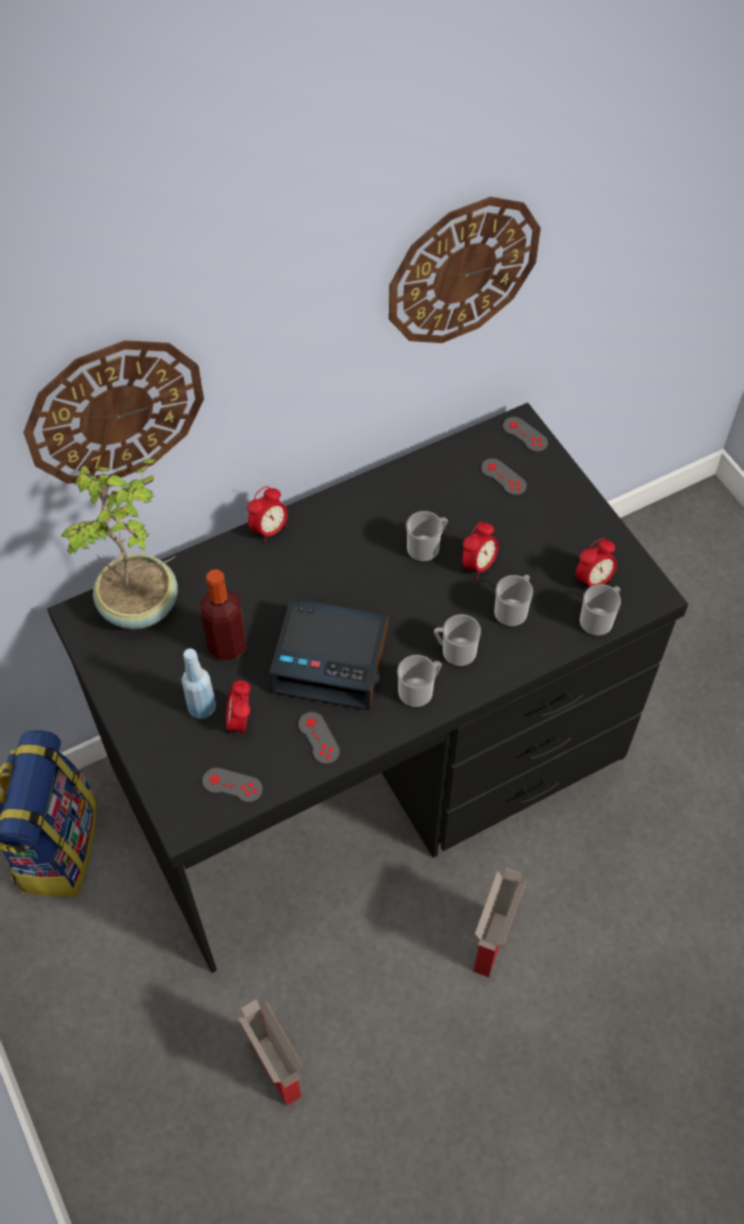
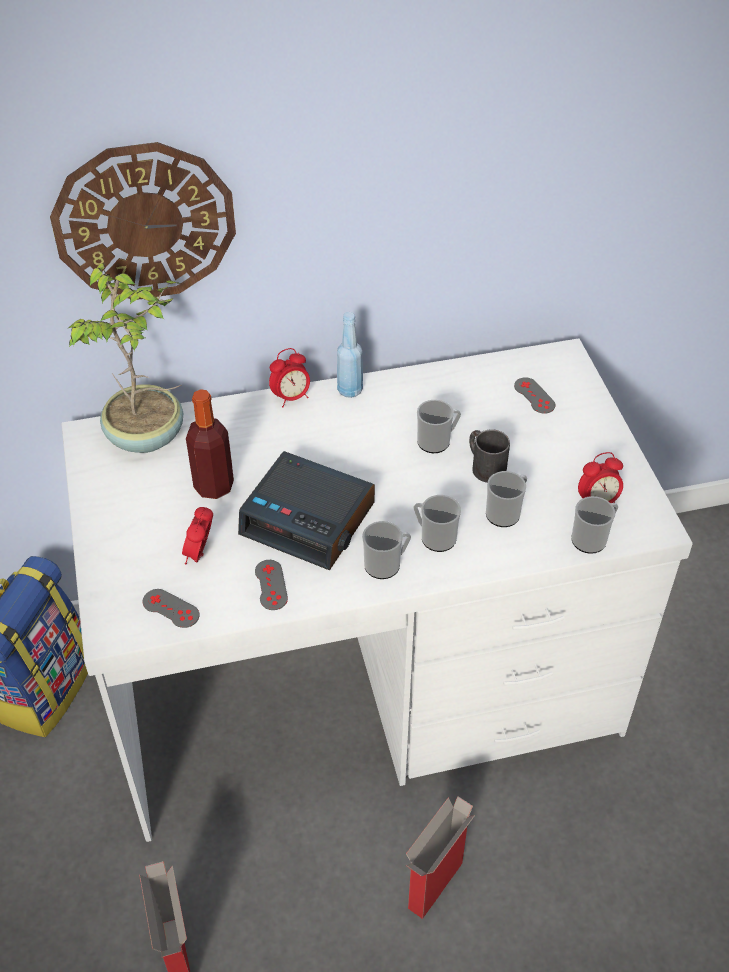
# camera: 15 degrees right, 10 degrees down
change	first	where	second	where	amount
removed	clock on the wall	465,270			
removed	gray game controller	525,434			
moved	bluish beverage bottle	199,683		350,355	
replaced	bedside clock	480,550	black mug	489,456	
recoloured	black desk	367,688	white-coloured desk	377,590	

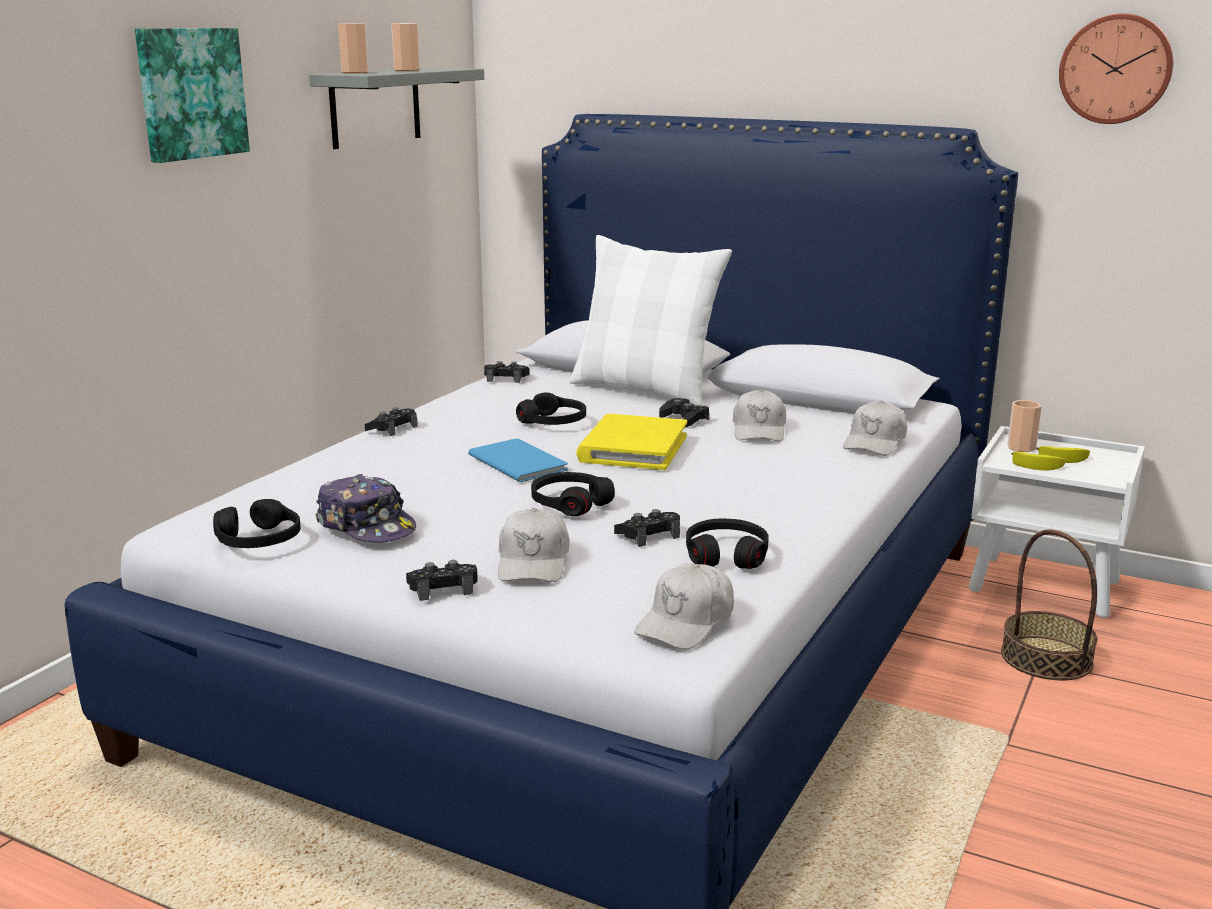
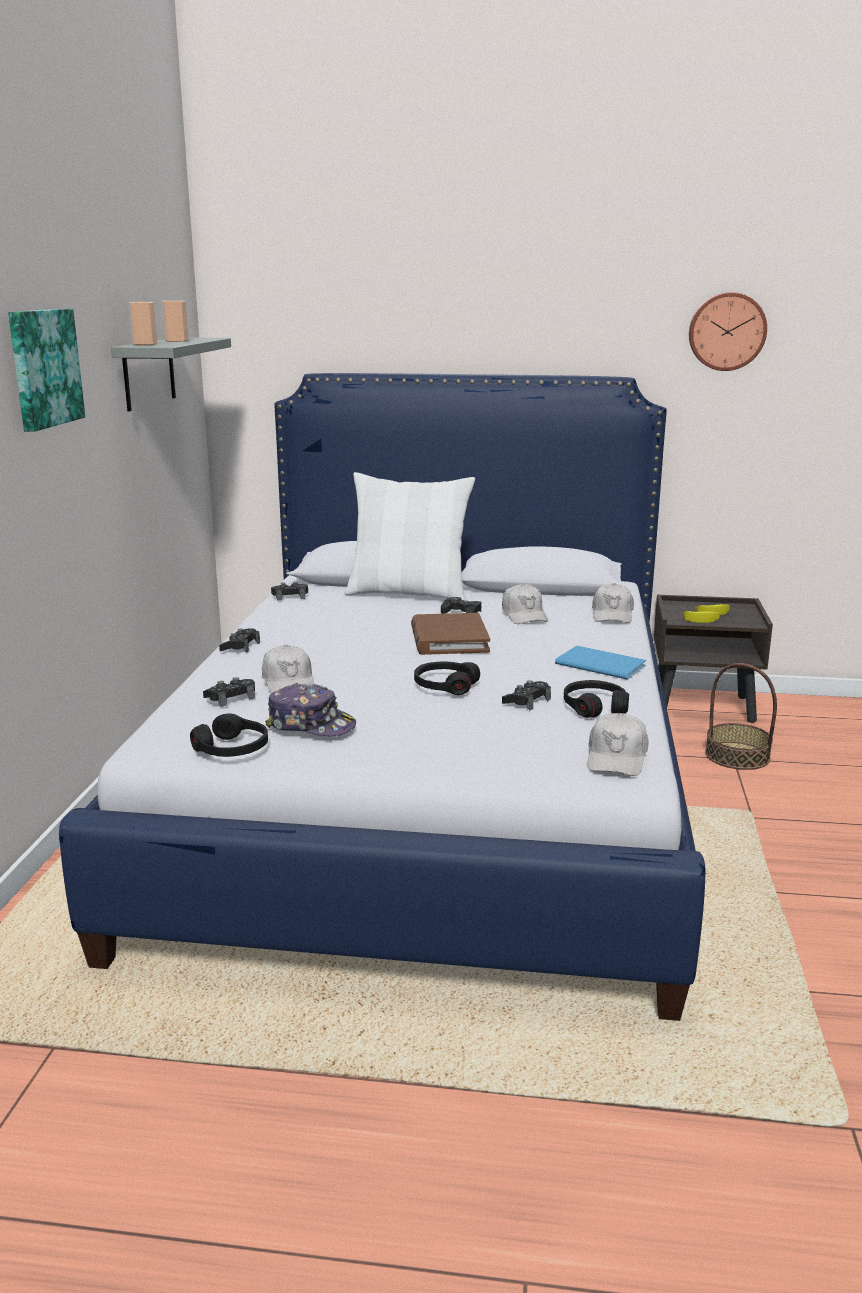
# camera: 20 degrees left, 0 degrees up
change	first	where	second	where	amount
removed	black headset	551,408			
removed	drinking cup	1024,426			
moved	black game controller	442,580		229,692	
moved	bluish bound book	518,460		600,663	
moved	white-coloured baseball cap	533,545		288,669	
recoloured	yellowish bound book	631,442	brown bound book	450,634	
recoloured	white-coloured nightstand	1057,522	brown nightstand	713,659	

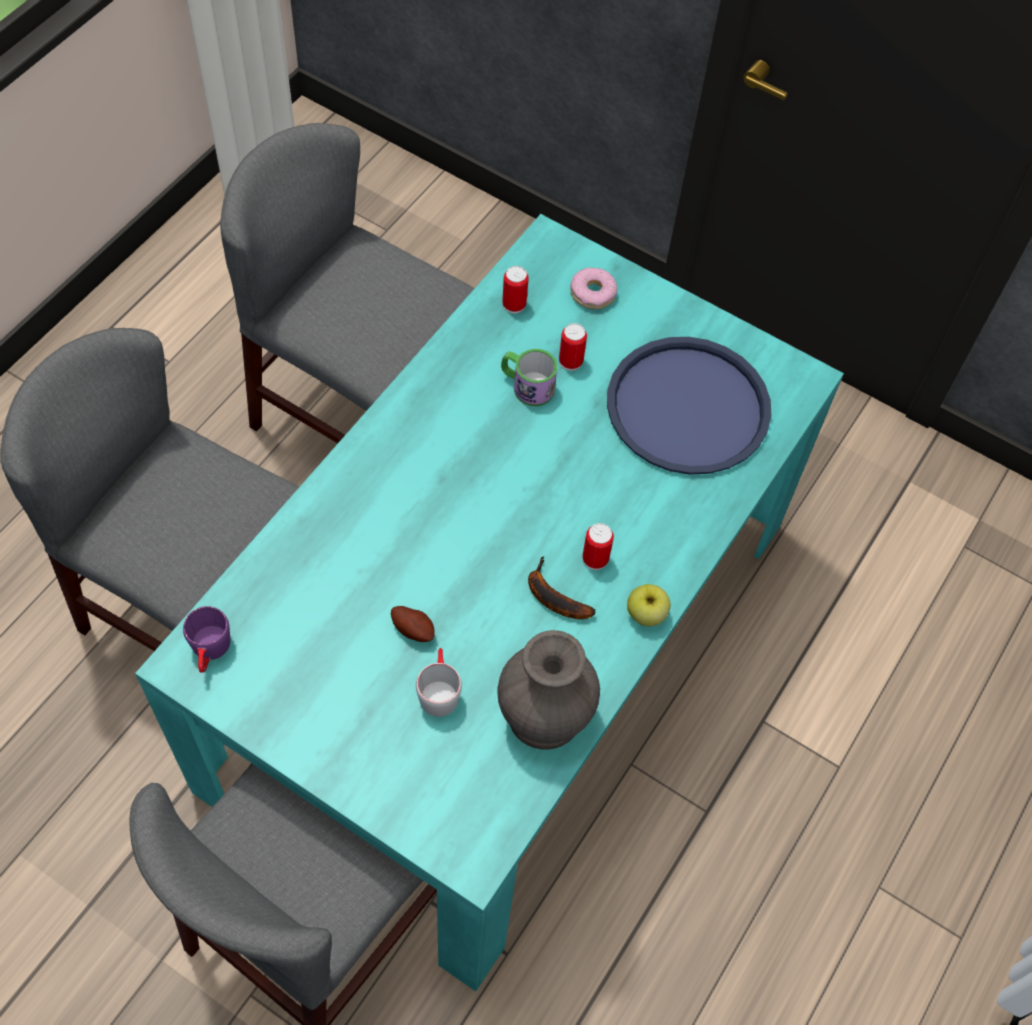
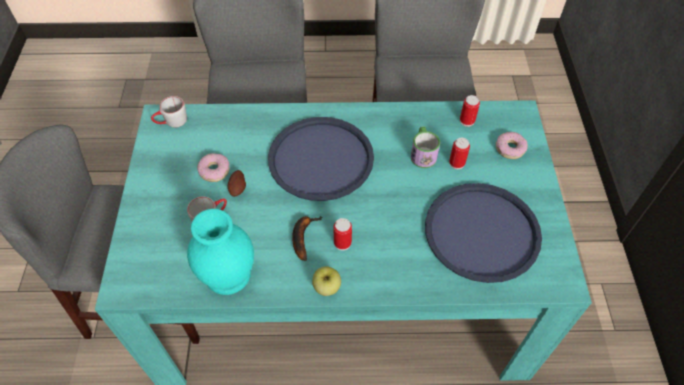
# camera: 60 degrees right, 5 degrees down
change	first	where	second	where	amount
added			donut	213,167	
added			bluish serving tray	321,159	
recoloured	purplish mug	206,639	gray mug	169,112	
recoloured	gray flower vase	548,689	blue-green flower vase	220,252	

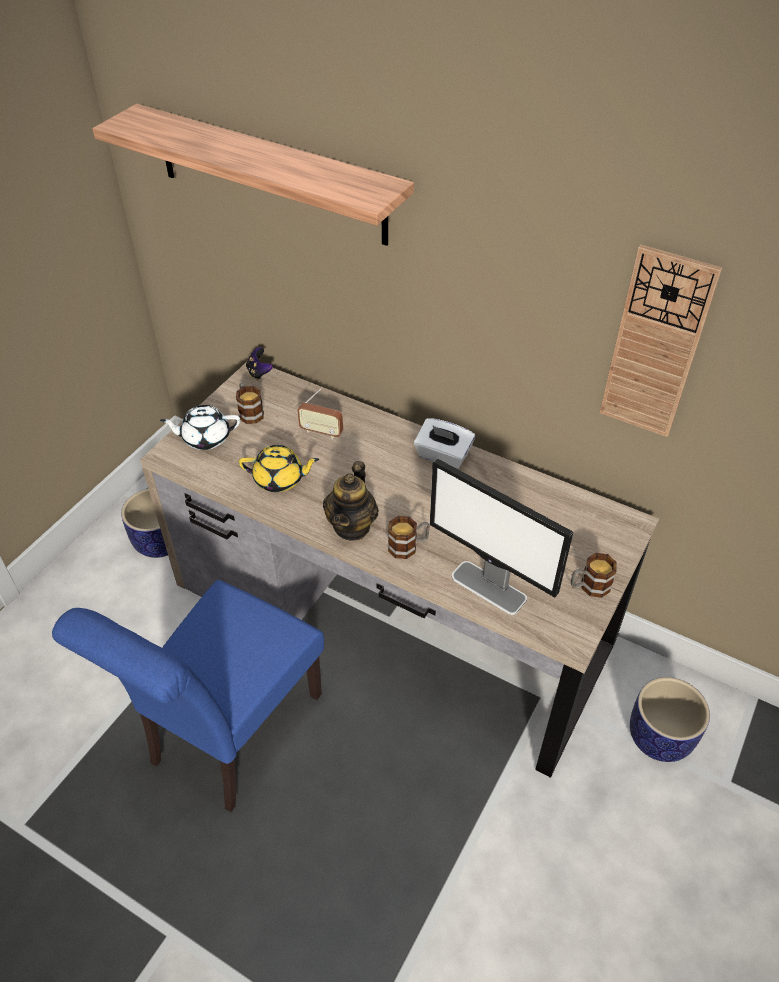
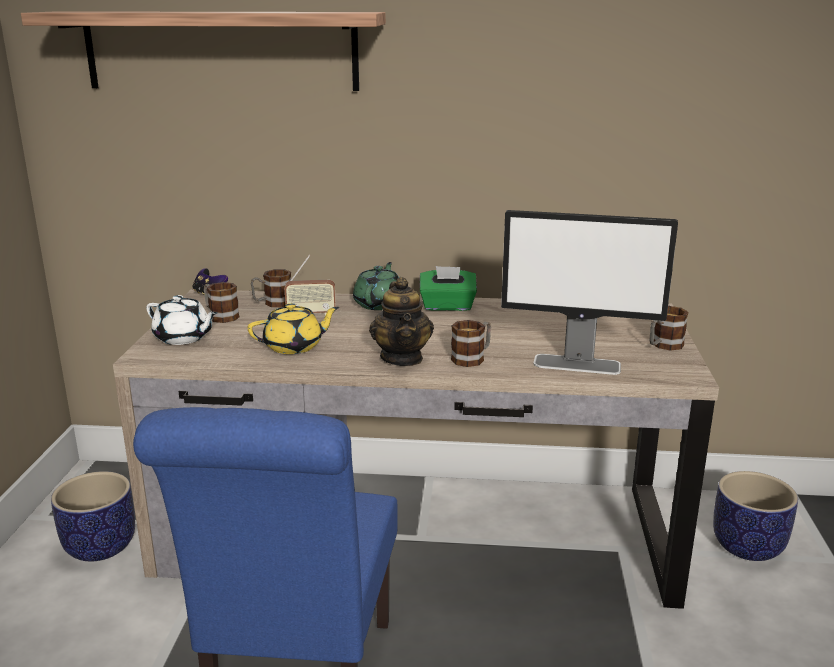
# camera: 25 degrees left, 25 degrees down
change	first	where	second	where	amount
removed	clock on the wall	660,341			
added			mug	271,288	
added			green pot for tea	376,286	
recoloured	white-coloured tissue box	444,443	green tissue box	448,288	
turned	white-coloured pot for tea	200,427		182,320	120 degrees counterclockwise

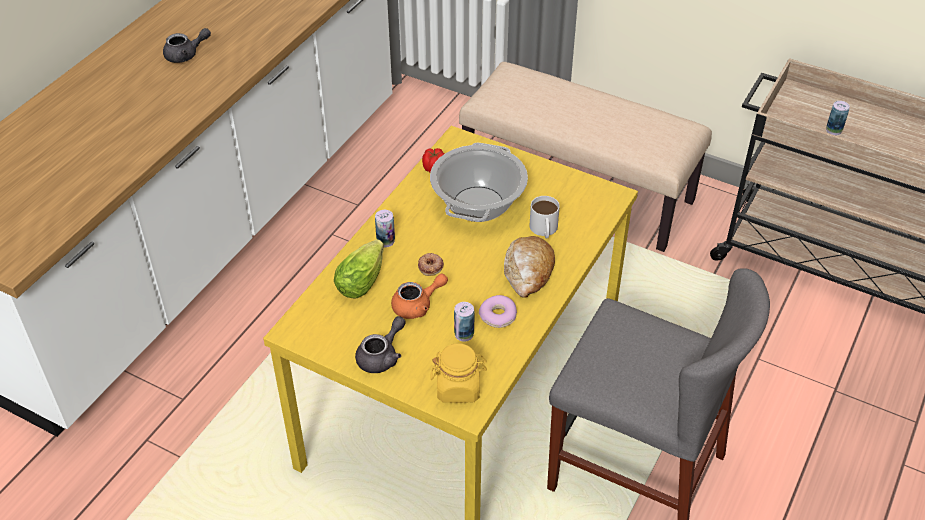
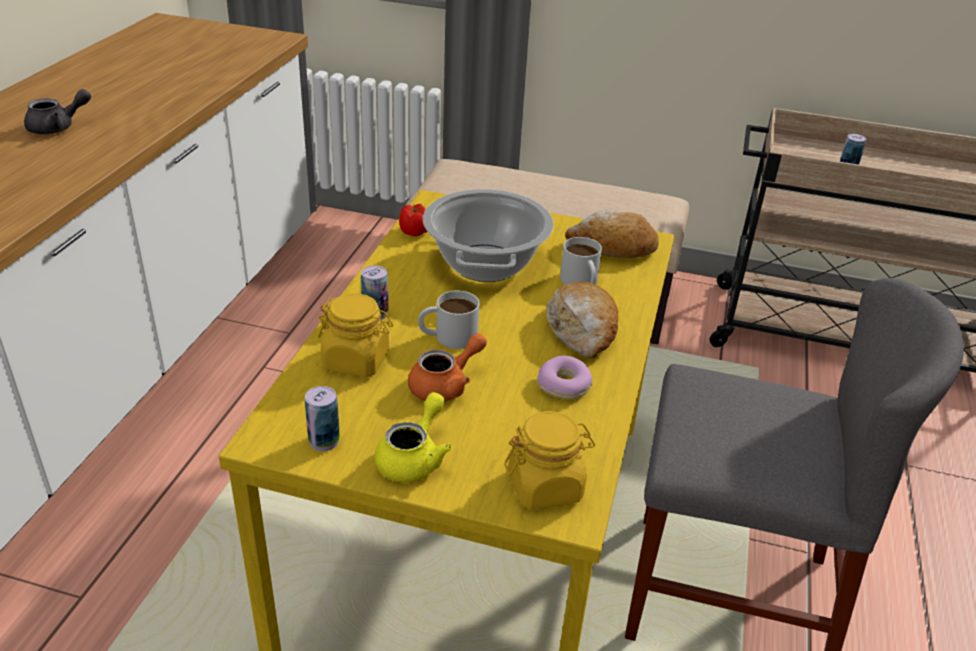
# camera: 15 degrees left, 10 degrees down
change	first	where	second	where	amount
added			bakery bread	612,234	
moved	can	464,322		322,418	
replaced	head of lettuce	359,269	yellowish storage jar	355,335	
replaced	donut	431,264	white-coloured mug	449,319	
recoloured	gray pot for tea	380,344	yellowish pot for tea	413,437	

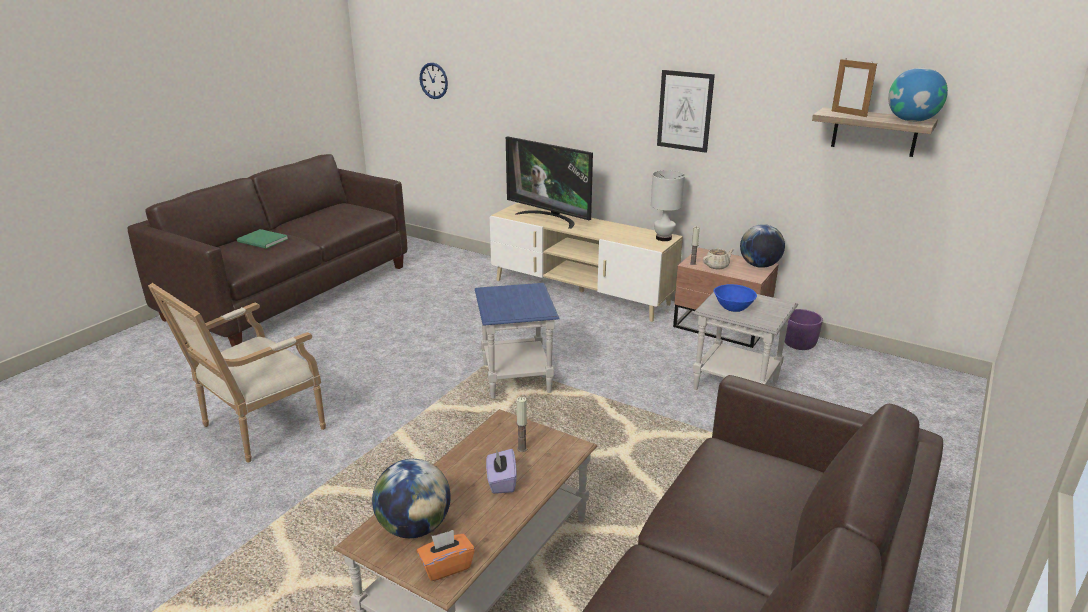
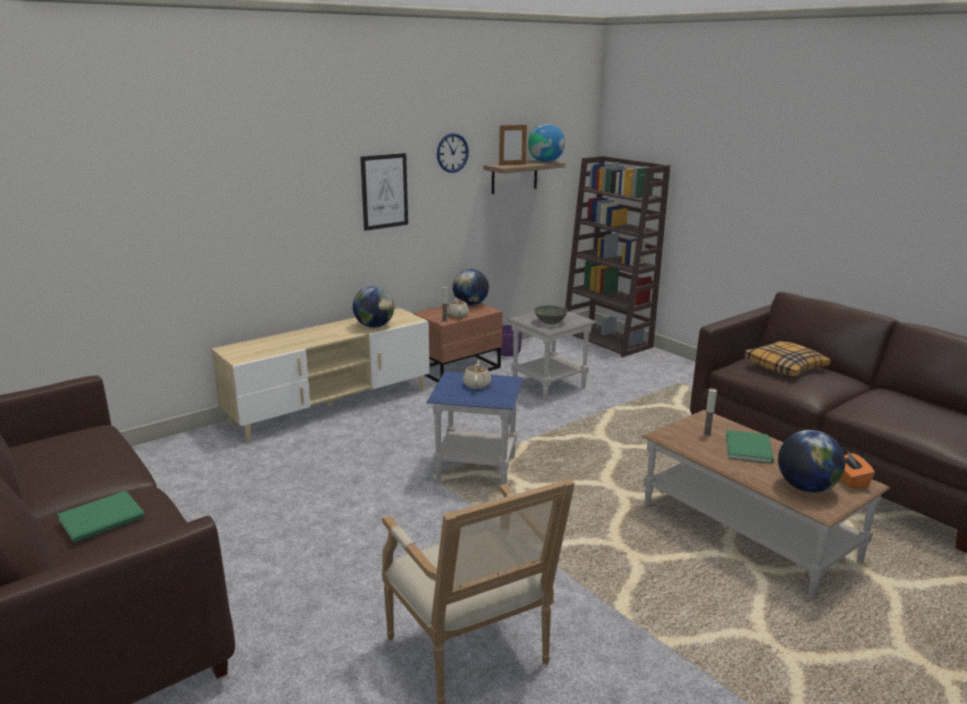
# camera: 70 degrees left, 5 degrees down
change	first	where	second	where	amount
removed	TV set	549,182			
removed	white-coloured tabletop lamp	668,205			
added			world globe	373,307	
added			beige-coloured pot for tea	477,374	
added			brown shelving unit	617,256	
added			pillow	787,358	
moved	clock on the wall	434,81		453,153	
replaced	purplish tissue box	501,471	green bound book	750,447	
recoloured	bluish deep dish	735,298	gray deep dish	551,315	

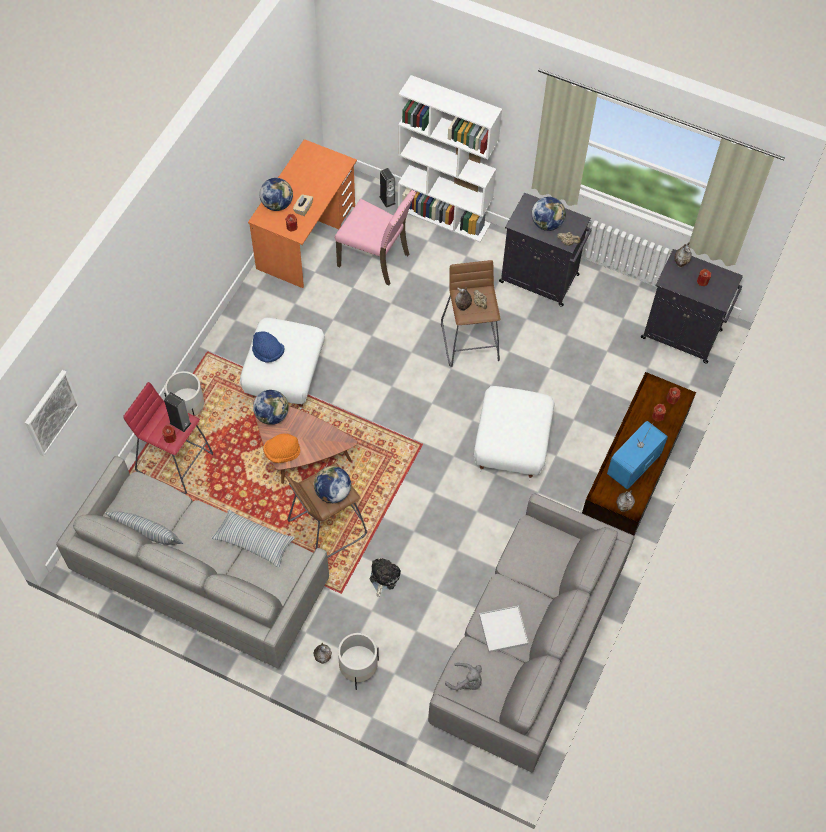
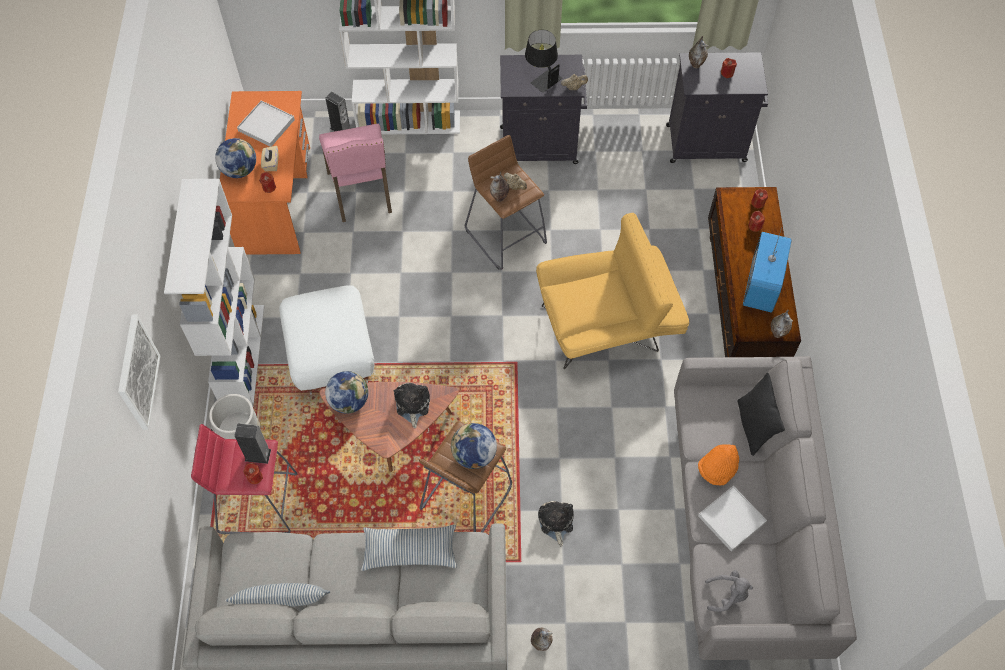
# camera: 25 degrees left, 0 degrees up
change	first	where	second	where	amount
removed	bluish wearable hat	268,347			
removed	white-coloured plant pot	358,661			
added			white-coloured shelving unit	214,292	
added			white-coloured serving tray	266,123	
added			soft toy	412,405	
added			black pillow	761,414	
moved	wall art	52,413		139,372	
moved	orange wearable hat	281,448		718,465	
replaced	white-coloured footrest	514,433	yellowish armchair	612,291	
replaced	world globe	549,214	black tabletop lamp	543,61	
turned	pink upright chair	375,237		355,173	75 degrees clockwise

